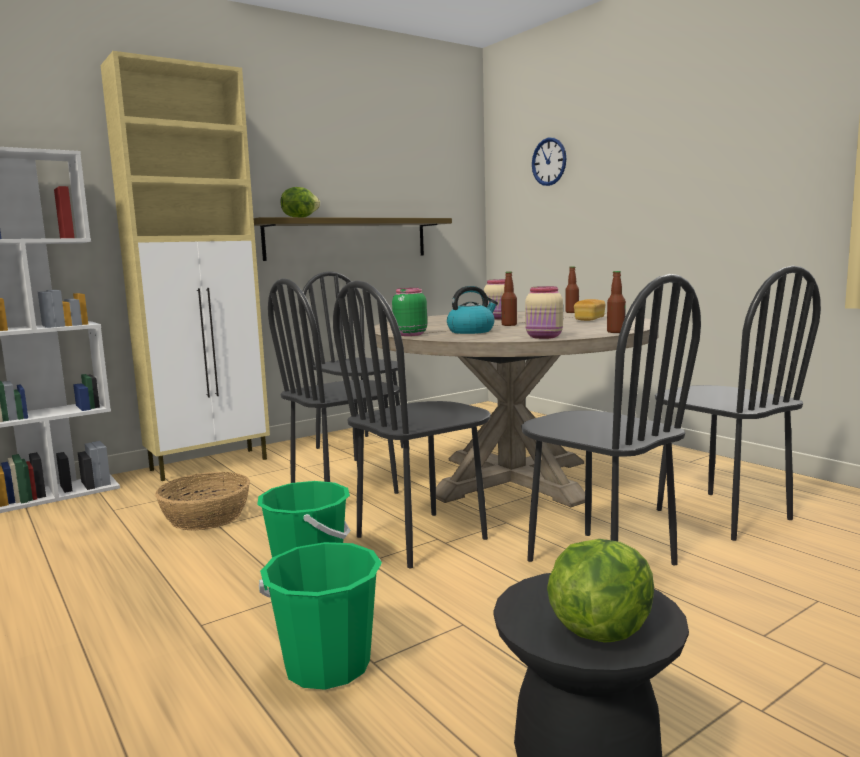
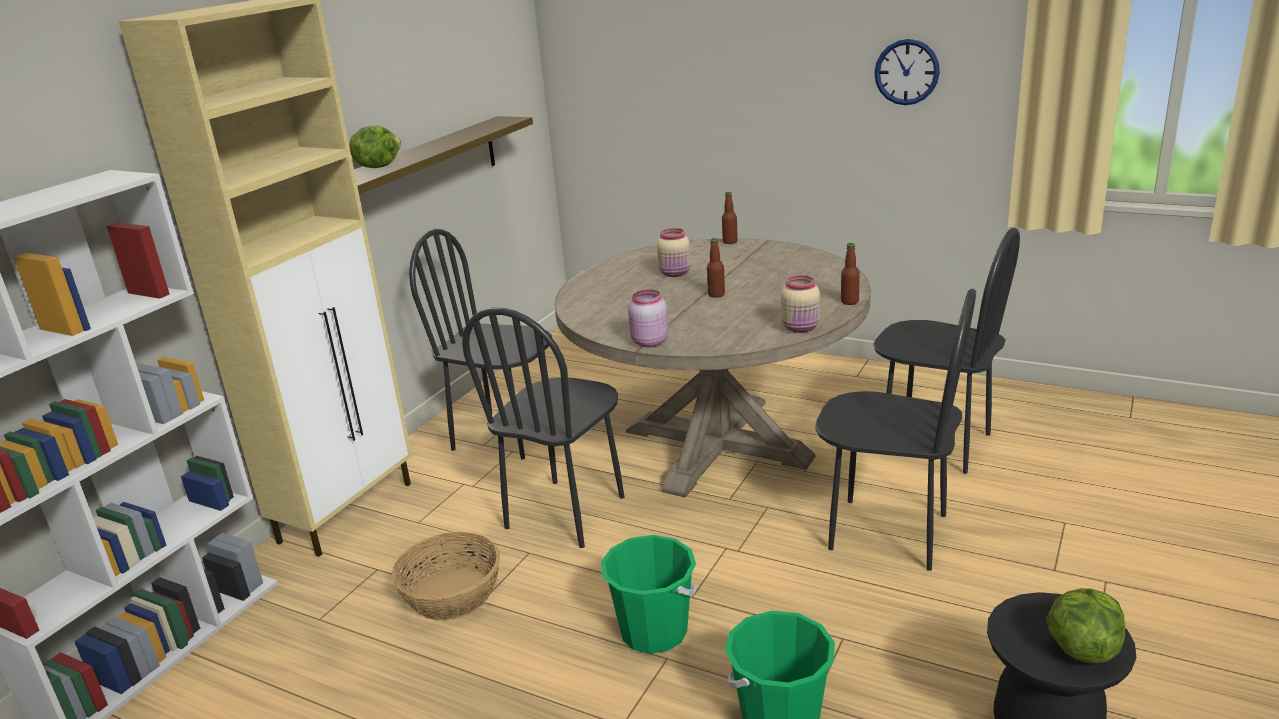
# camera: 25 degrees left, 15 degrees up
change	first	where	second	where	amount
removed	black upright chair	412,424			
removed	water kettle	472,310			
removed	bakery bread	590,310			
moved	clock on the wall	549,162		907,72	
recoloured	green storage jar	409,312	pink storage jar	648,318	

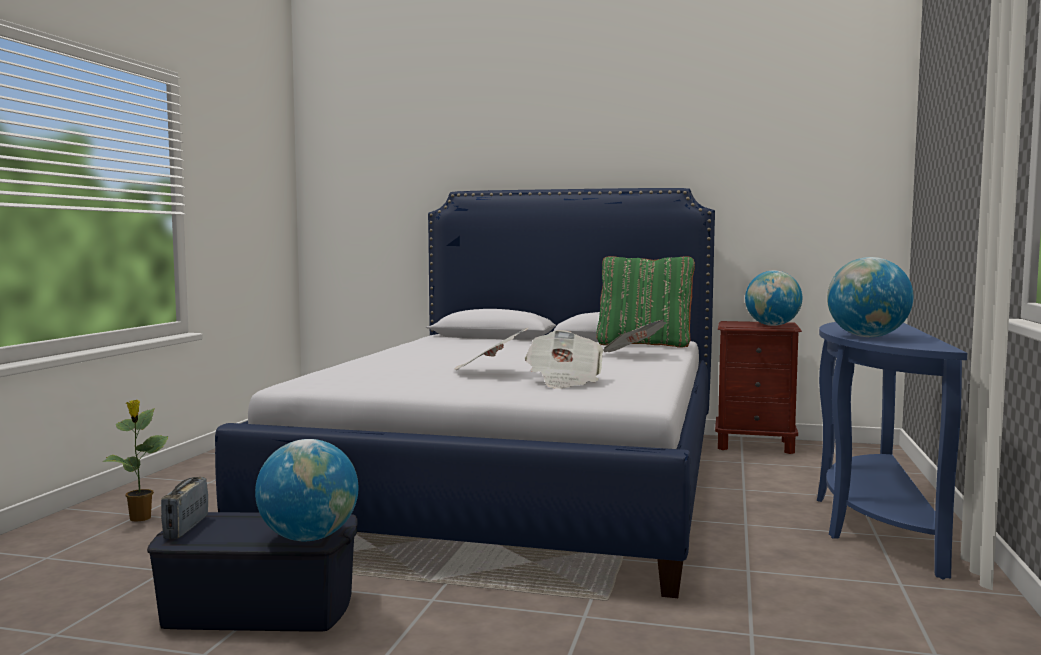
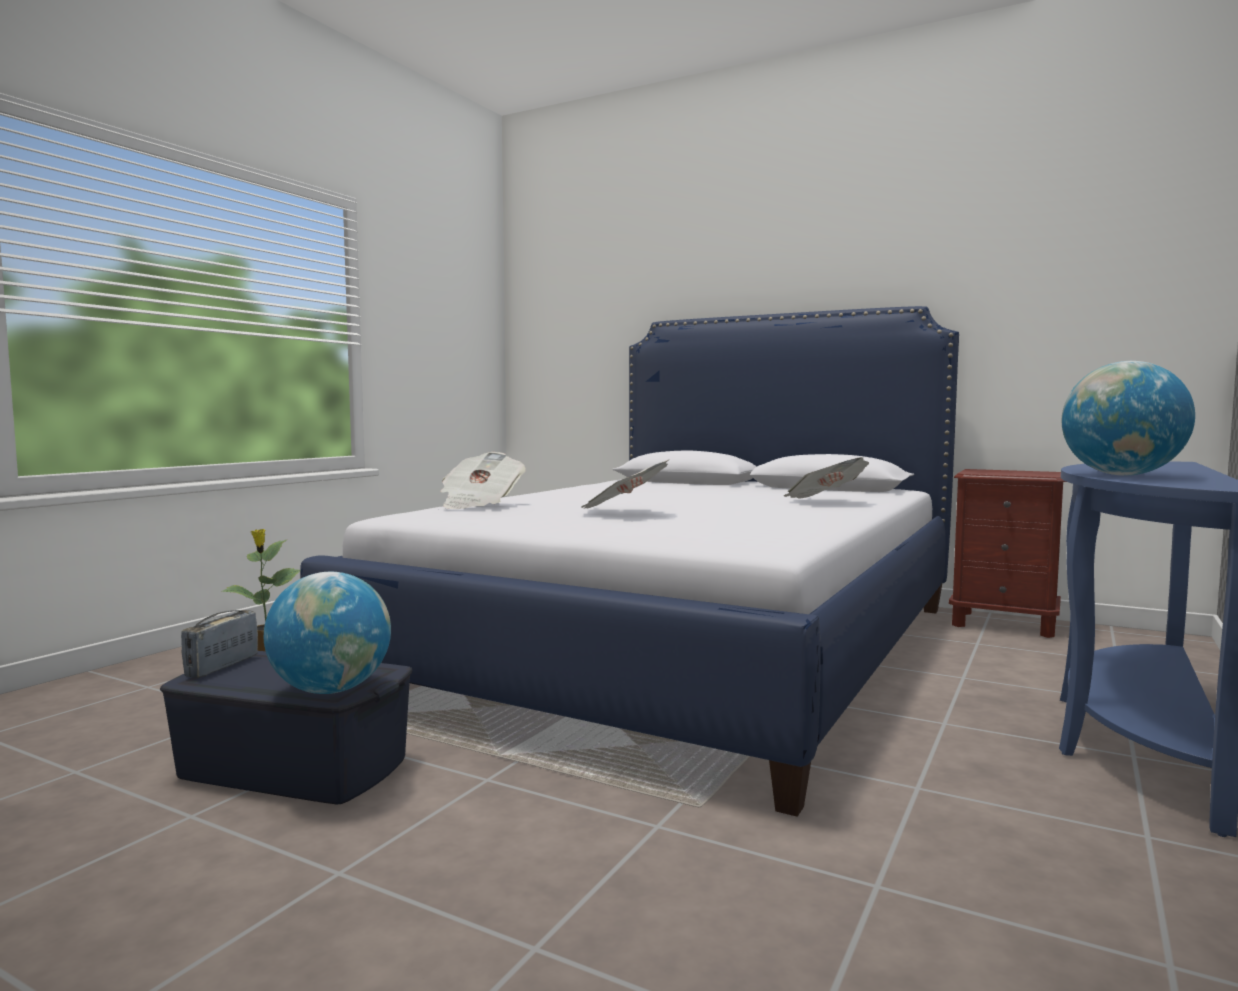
# camera: 15 degrees right, 0 degrees up
change	first	where	second	where	amount
removed	green pillow	645,302			
removed	world globe	773,298			
moved	daily paper	564,359		483,480	

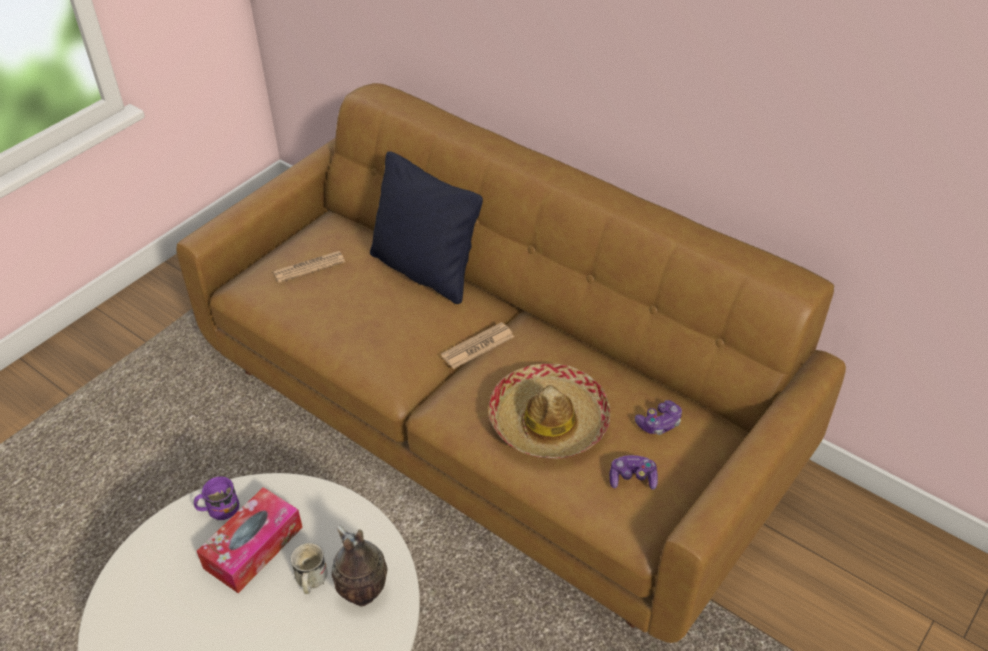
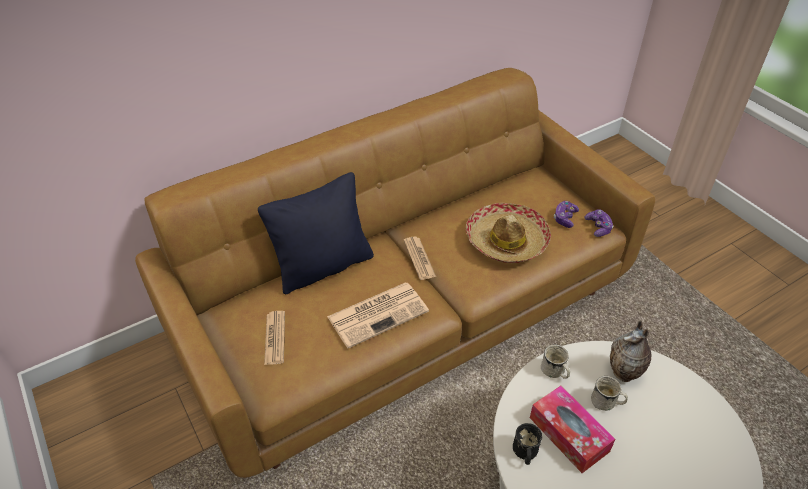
# camera: 70 degrees left, 0 degrees up
change	first	where	second	where	amount
added			daily paper	378,315	
added			white-coloured mug	555,361	
moved	game controller	658,417		599,223	
recoloured	purplish mug	216,498	black mug	527,444	

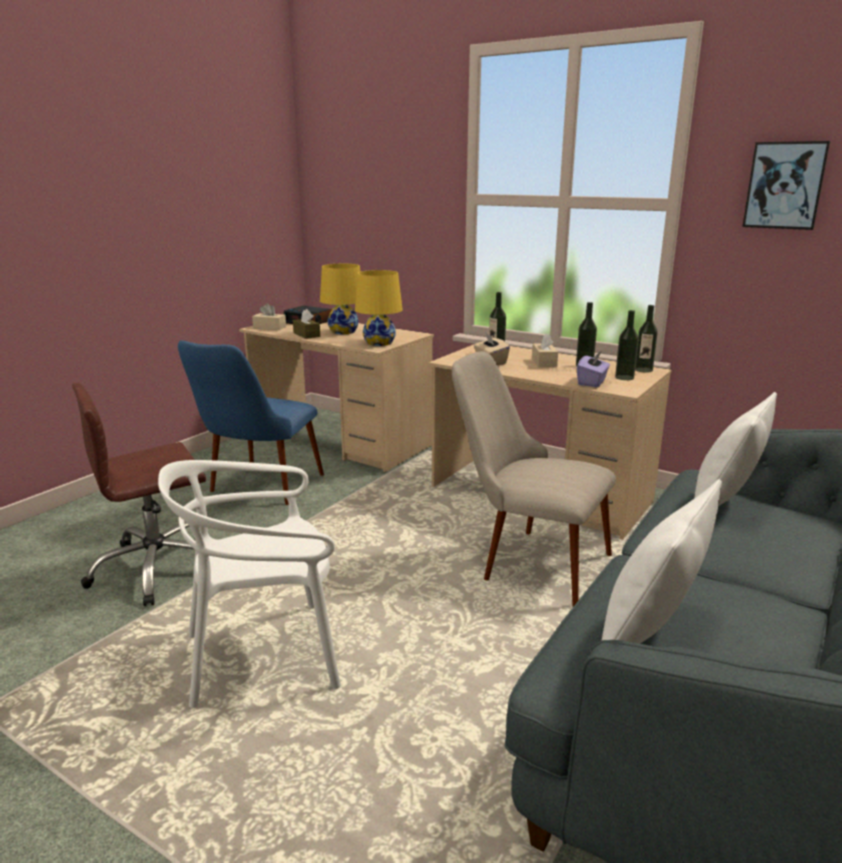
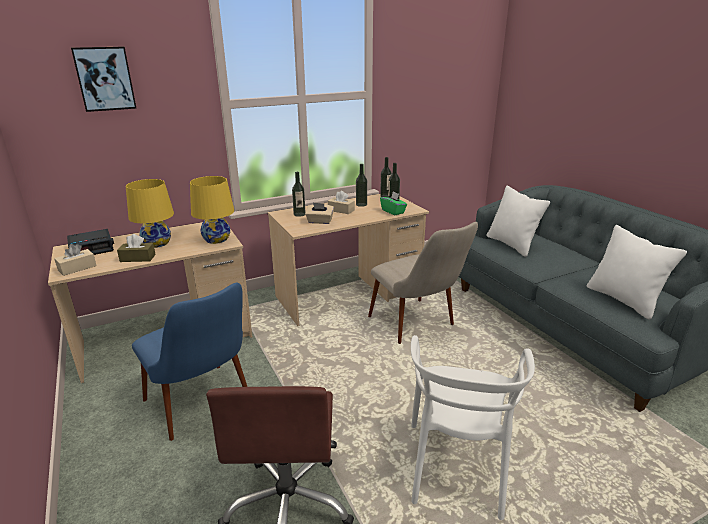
# camera: 60 degrees left, 5 degrees up
change	first	where	second	where	amount
moved	wall art	786,185		104,79	
recoloured	purplish tissue box	593,369	green tissue box	393,203	
turned	beige-coloured upright chair	534,479		423,283	90 degrees counterclockwise

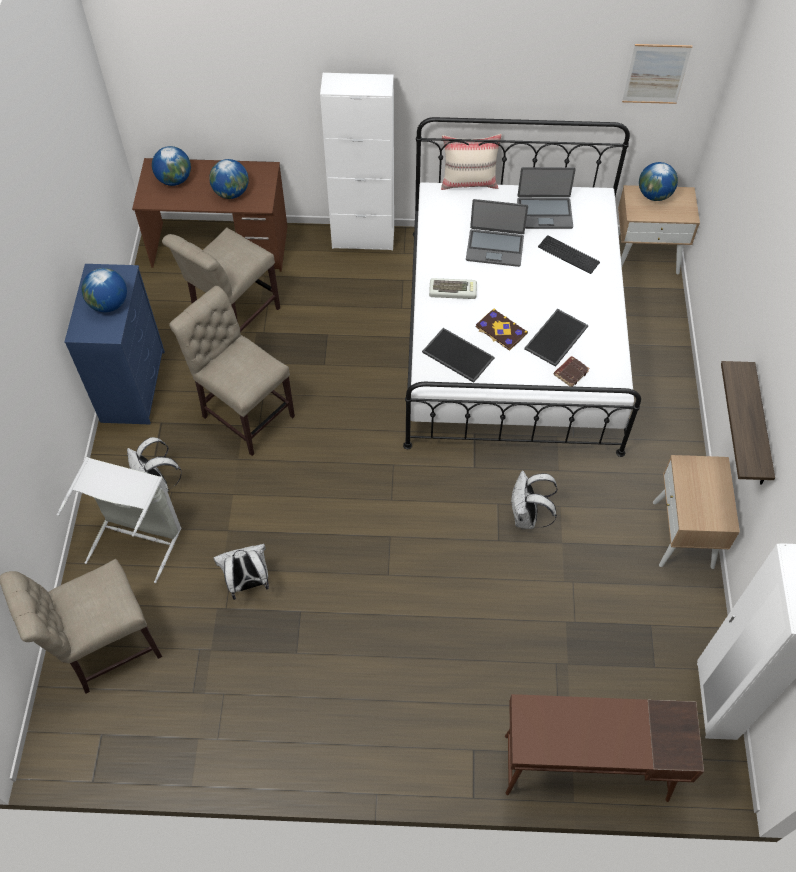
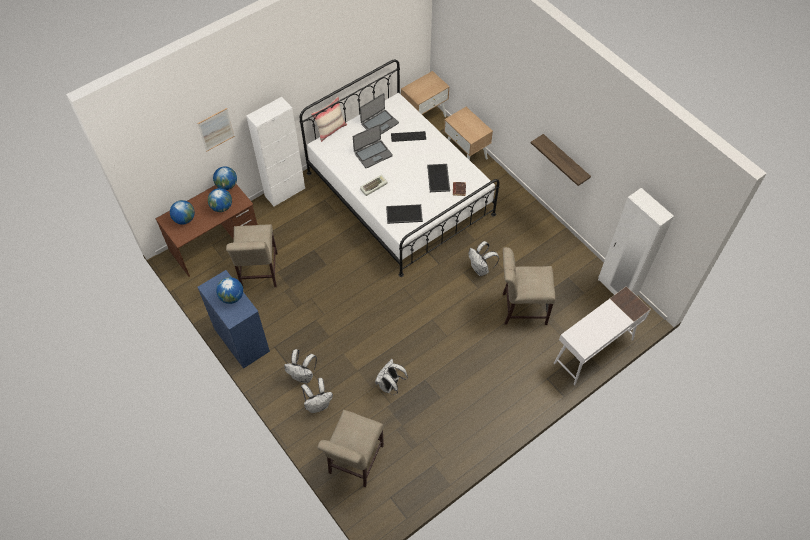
# camera: 40 degrees left, 0 degrees up
change	first	where	second	where	amount
removed	bound book	502,330			
moved	beige-coloured upright chair	232,371		529,286	
moved	wall art	657,74		215,130	
moved	world globe	658,181		225,178	
moved	beige-coloured nightstand	696,512		468,133	
replaced	gray hamper	119,520	white-coloured backpack	317,395	
recoloured	brown desk	604,748	white-coloured desk	602,335	

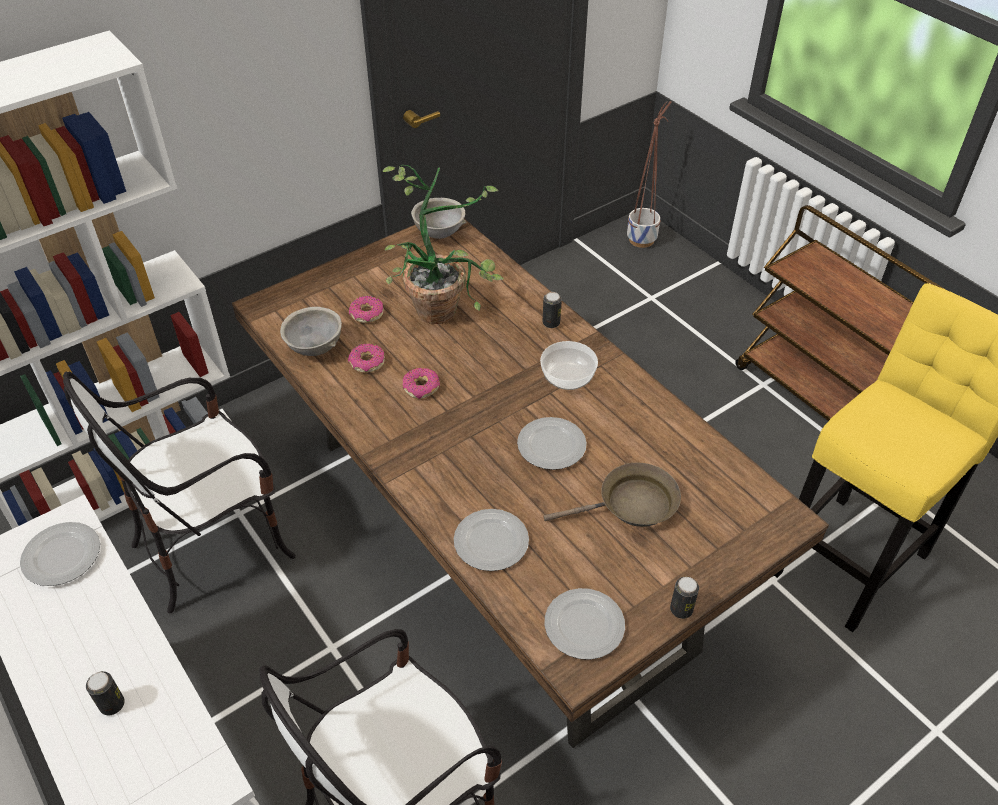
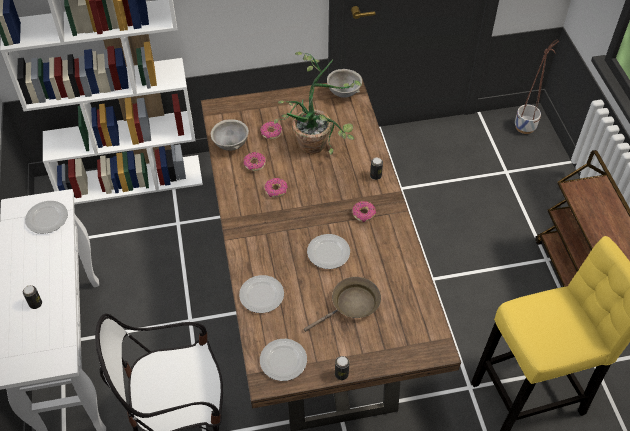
# camera: 25 degrees right, 5 degrees up
change	first	where	second	where	amount
removed	upright chair	179,492			
replaced	deep dish	569,365	donut	364,211	
turned	brown skillet	612,495		342,304	45 degrees counterclockwise

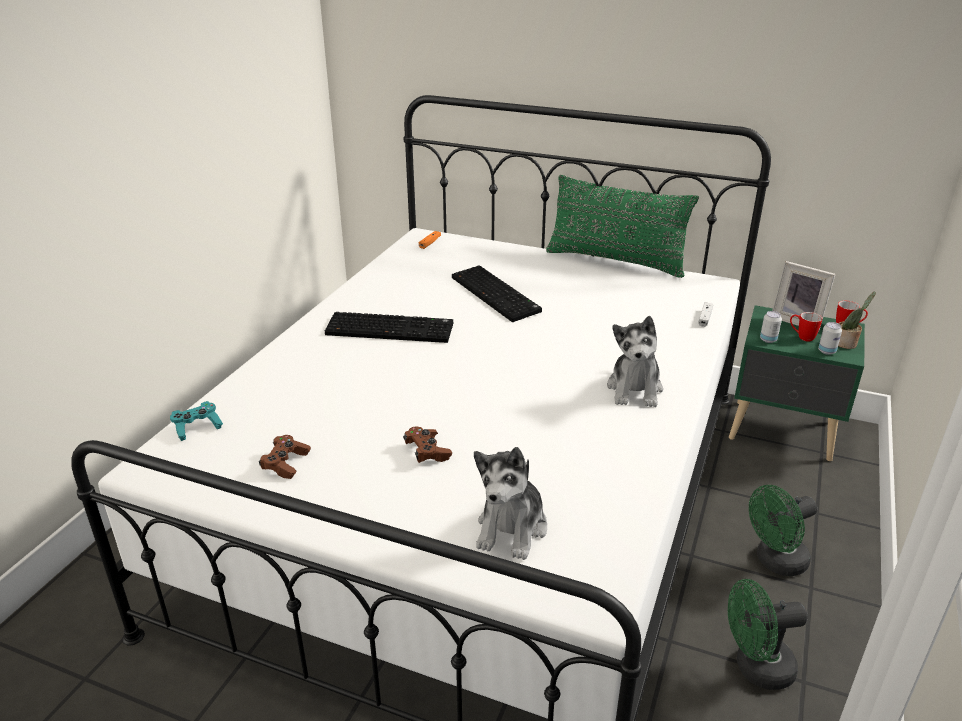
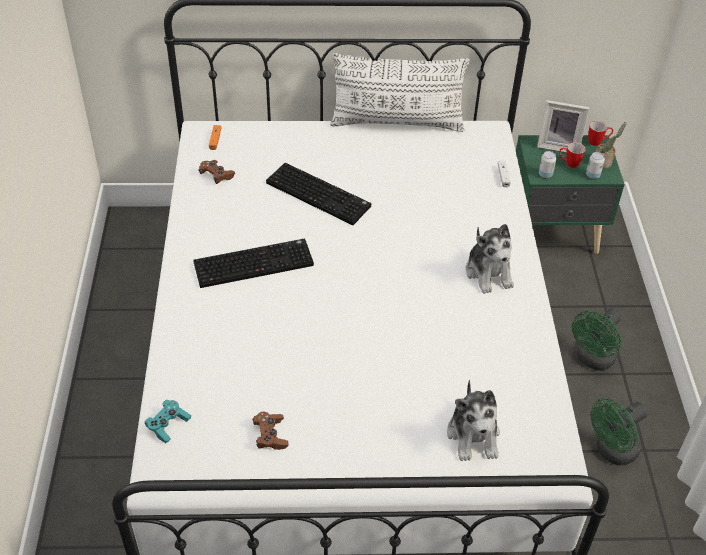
# camera: 25 degrees left, 15 degrees up
change	first	where	second	where	amount
moved	brown game controller	427,444		216,172	
recoloured	green pillow	622,226	white-coloured pillow	400,92	

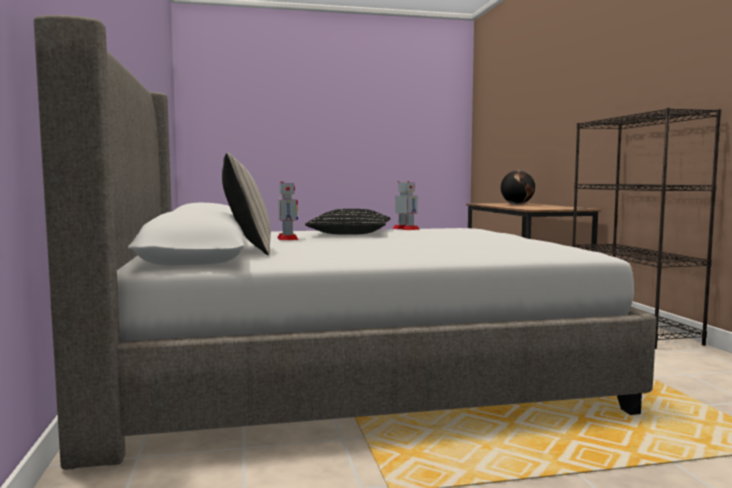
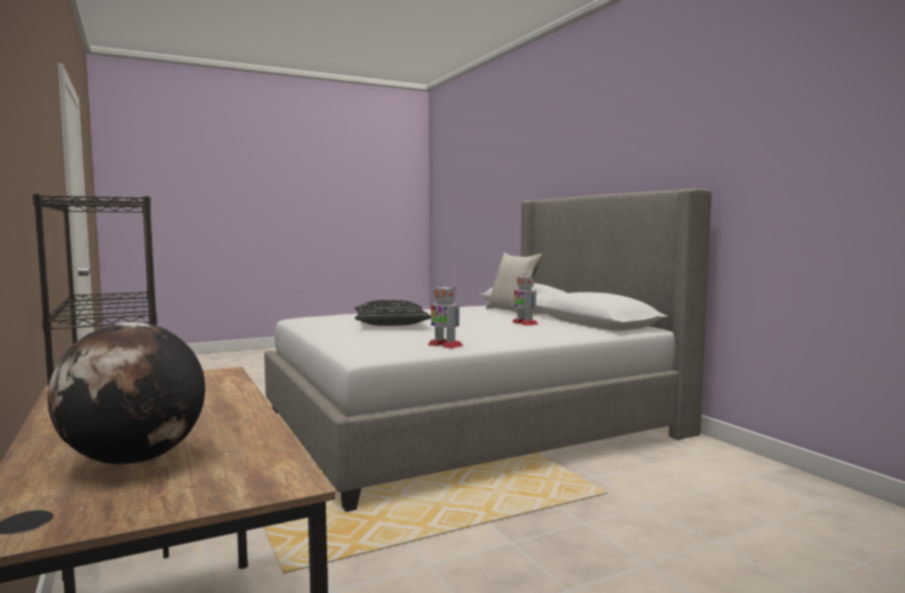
# camera: 165 degrees right, 0 degrees up
change	first	where	second	where	amount
moved	black pillow	347,221		393,313	

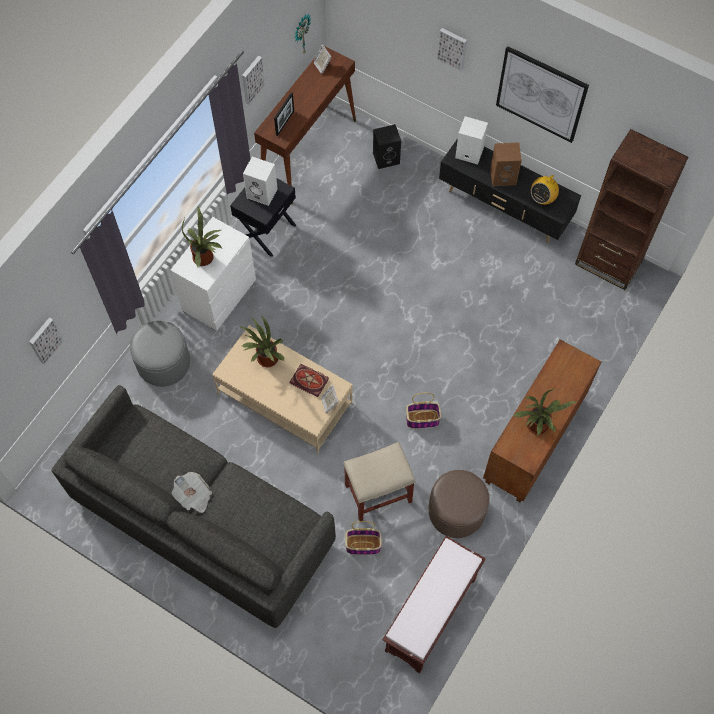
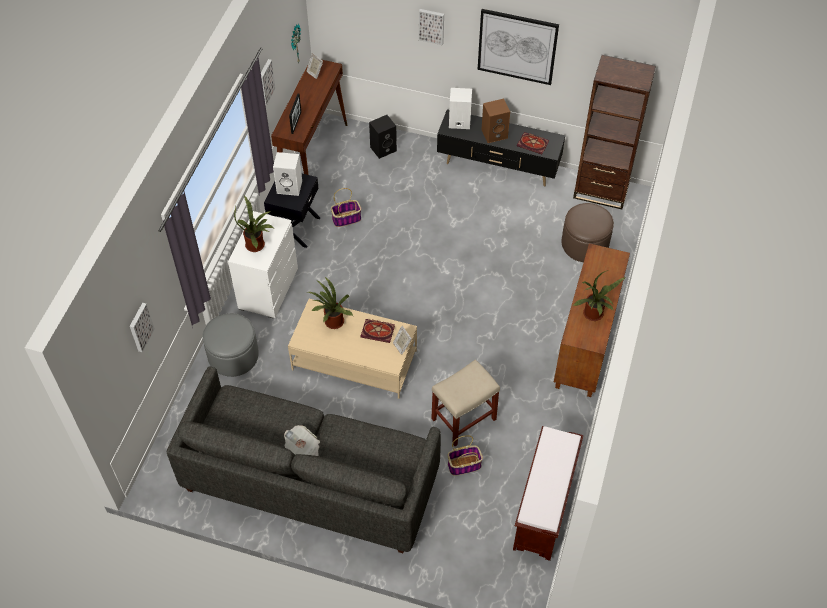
# camera: 15 degrees left, 10 degrees down
change	first	where	second	where	amount
moved	household basket	424,410		346,207	
moved	brown footrest	459,504		588,232	
replaced	radio receiver	545,187	bound book	533,143	

